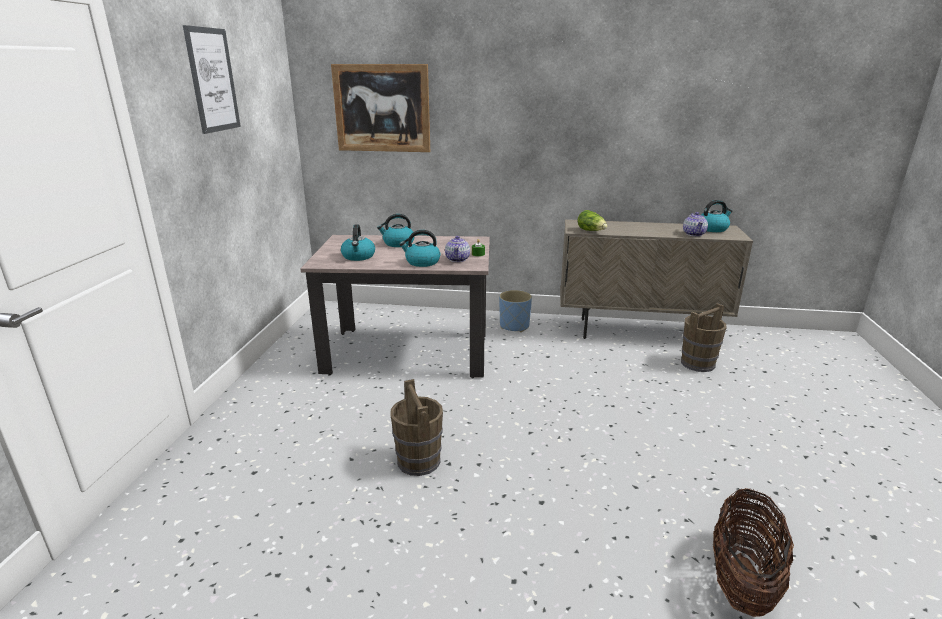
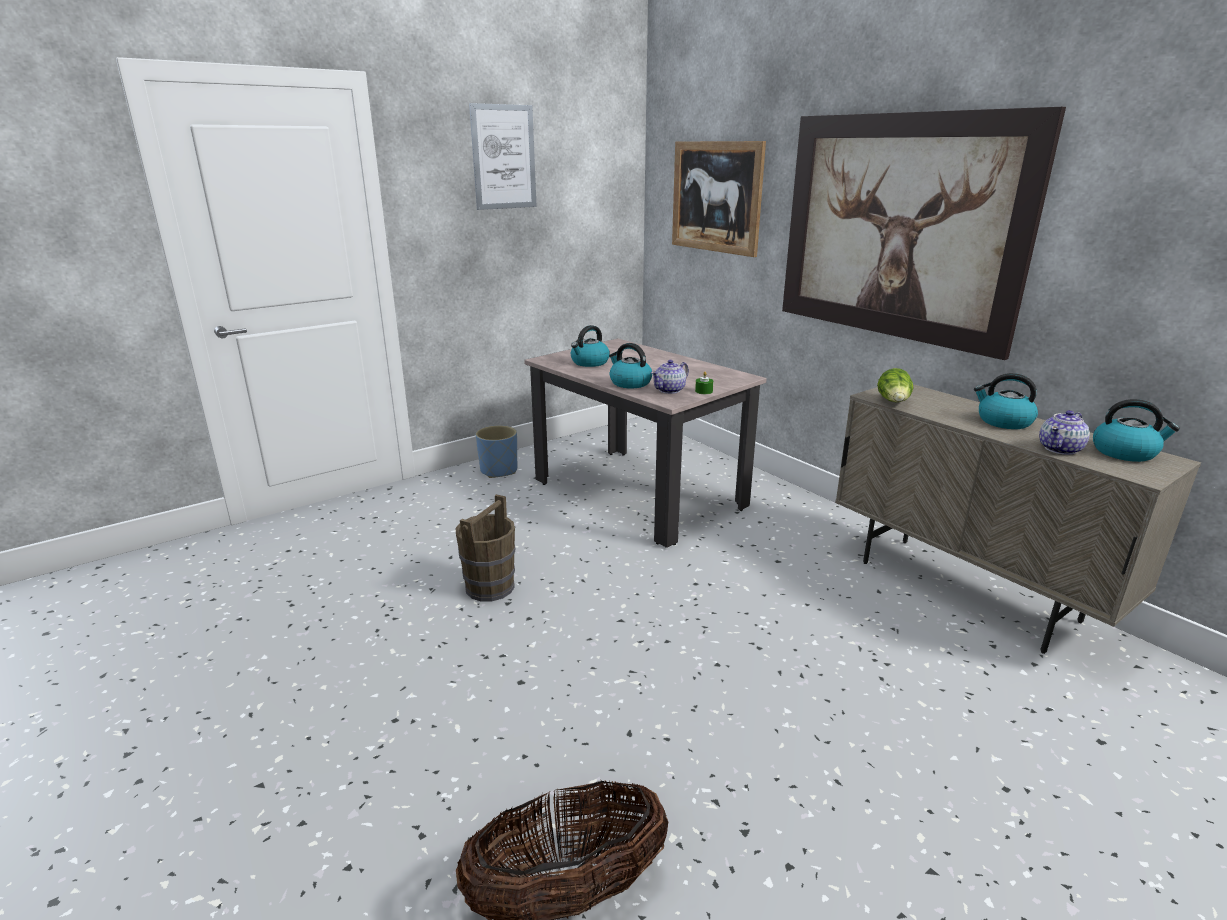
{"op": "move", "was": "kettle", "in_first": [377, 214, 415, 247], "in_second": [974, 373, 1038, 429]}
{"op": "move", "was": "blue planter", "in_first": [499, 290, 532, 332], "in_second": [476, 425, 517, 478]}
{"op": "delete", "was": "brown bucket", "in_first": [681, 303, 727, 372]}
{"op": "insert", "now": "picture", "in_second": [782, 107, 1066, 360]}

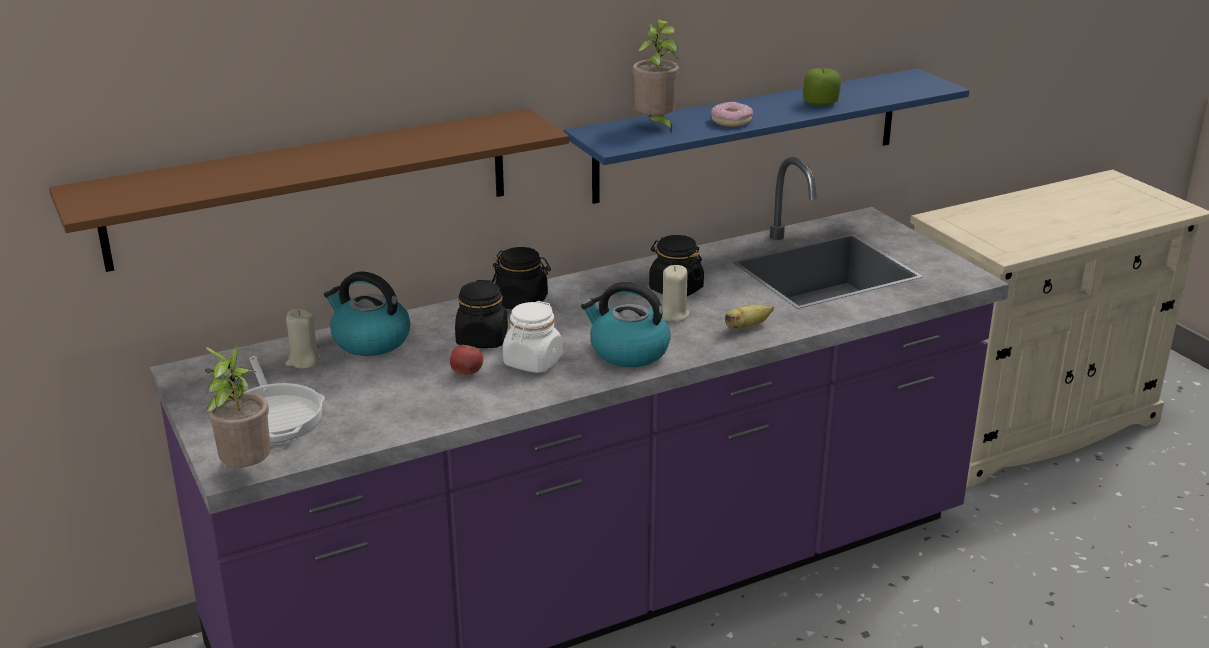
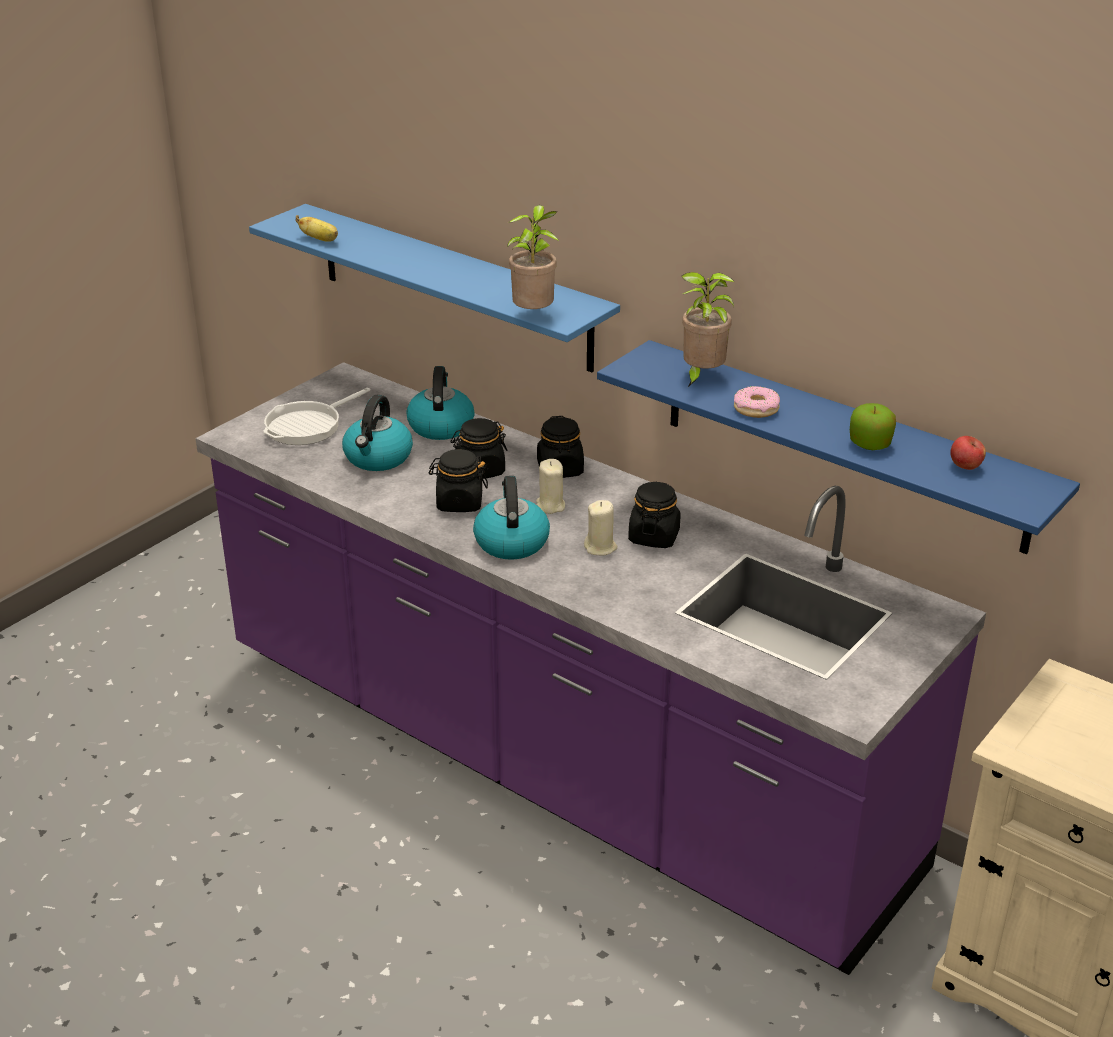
{"op": "recolor", "was": "brown shelf", "now": "blue shelf", "in_first": [49, 108, 569, 272], "in_second": [249, 204, 620, 372]}
{"op": "move", "was": "potted plant", "in_first": [205, 342, 271, 467], "in_second": [507, 205, 559, 309]}
{"op": "move", "was": "beige candle", "in_first": [286, 308, 322, 369], "in_second": [536, 459, 565, 514]}
{"op": "move", "was": "apple", "in_first": [450, 345, 483, 375], "in_second": [950, 436, 986, 470]}
{"op": "recolor", "was": "white jar", "now": "black jar", "in_first": [503, 301, 563, 373], "in_second": [429, 449, 488, 512]}
{"op": "move", "was": "banana", "in_first": [725, 305, 774, 330], "in_second": [295, 215, 338, 242]}
{"op": "insert", "now": "kettle", "in_second": [342, 395, 413, 471]}

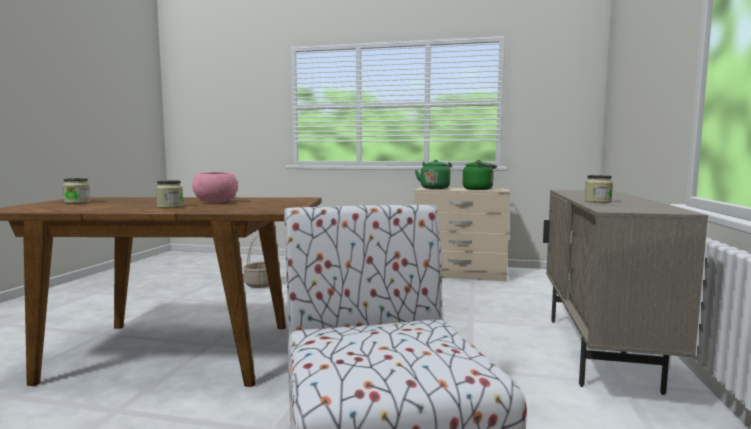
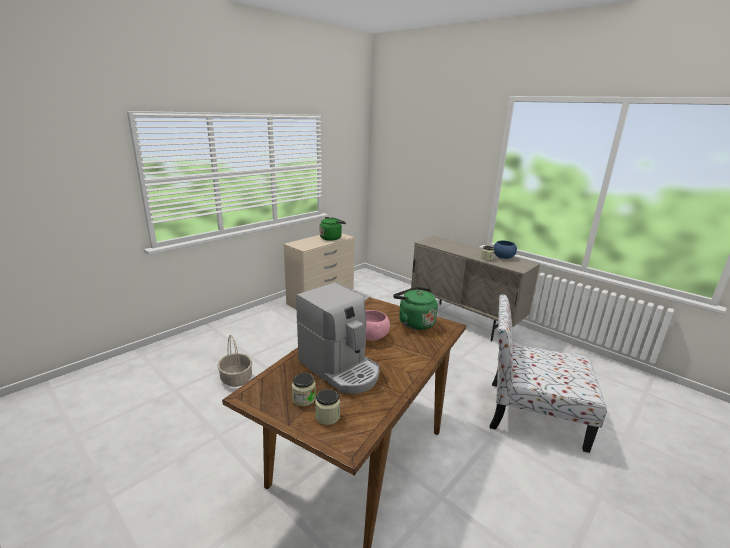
{"op": "move", "was": "jar", "in_first": [156, 180, 183, 208], "in_second": [315, 389, 340, 425]}
{"op": "move", "was": "green kettle", "in_first": [415, 160, 452, 189], "in_second": [393, 287, 438, 330]}
{"op": "insert", "now": "coffee machine", "in_second": [296, 282, 379, 394]}
{"op": "insert", "now": "blue bowl", "in_second": [494, 240, 517, 259]}

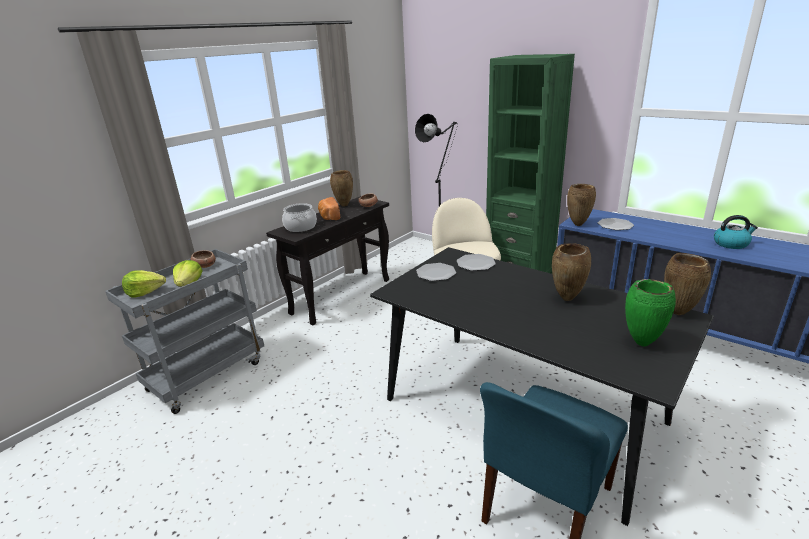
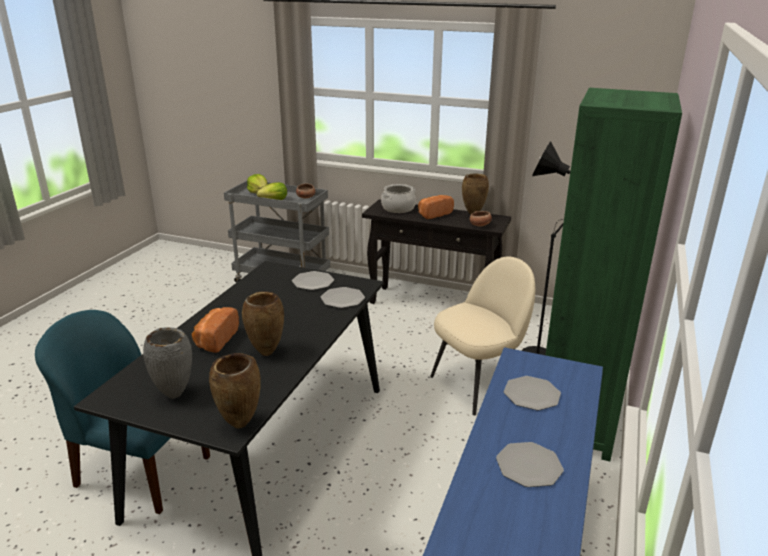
{"op": "delete", "was": "brown vase", "in_first": [567, 184, 596, 226]}
{"op": "recolor", "was": "green vase", "now": "grey vase", "in_first": [625, 279, 676, 346], "in_second": [143, 327, 192, 399]}
{"op": "delete", "was": "kettle", "in_first": [714, 215, 758, 249]}
{"op": "insert", "now": "bread", "in_second": [192, 307, 239, 353]}
{"op": "insert", "now": "plate", "in_second": [496, 442, 564, 487]}

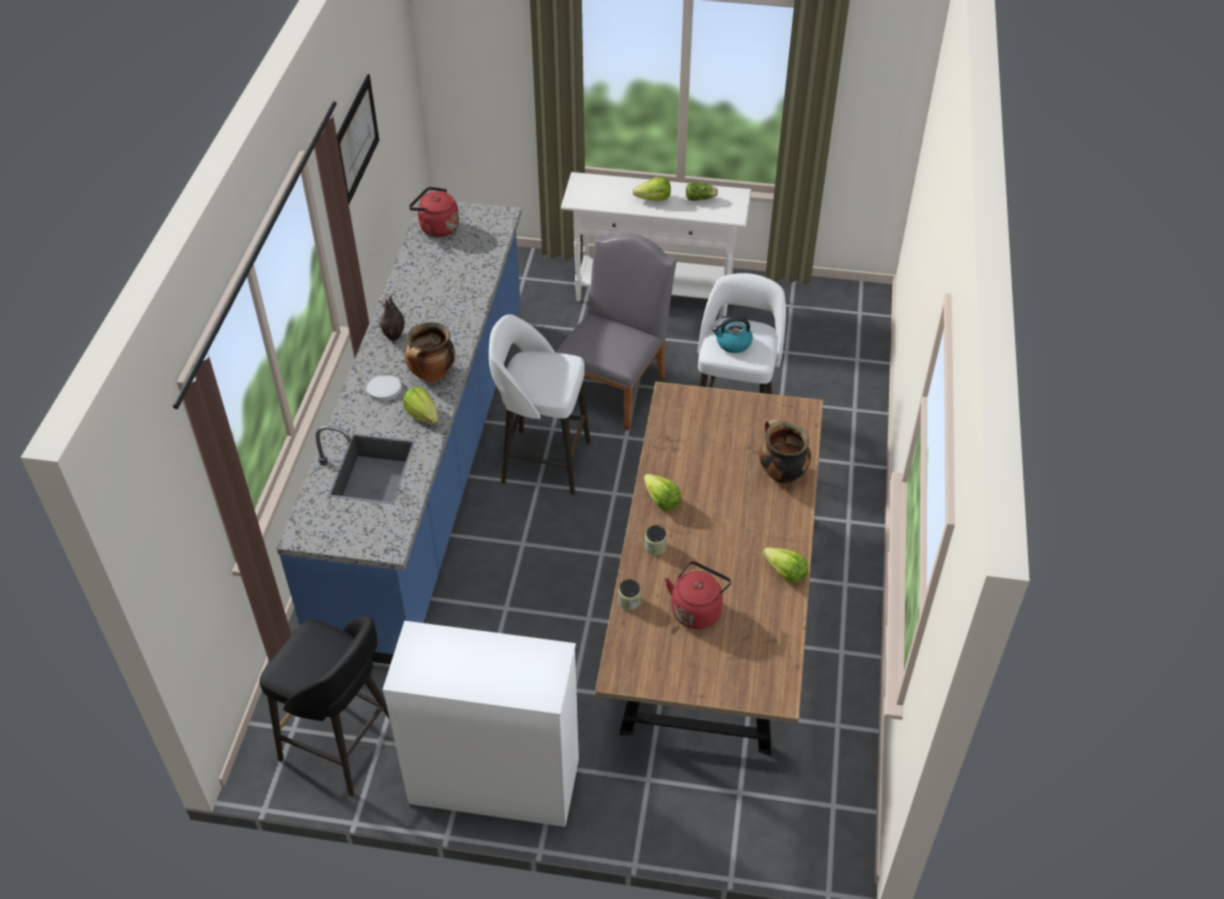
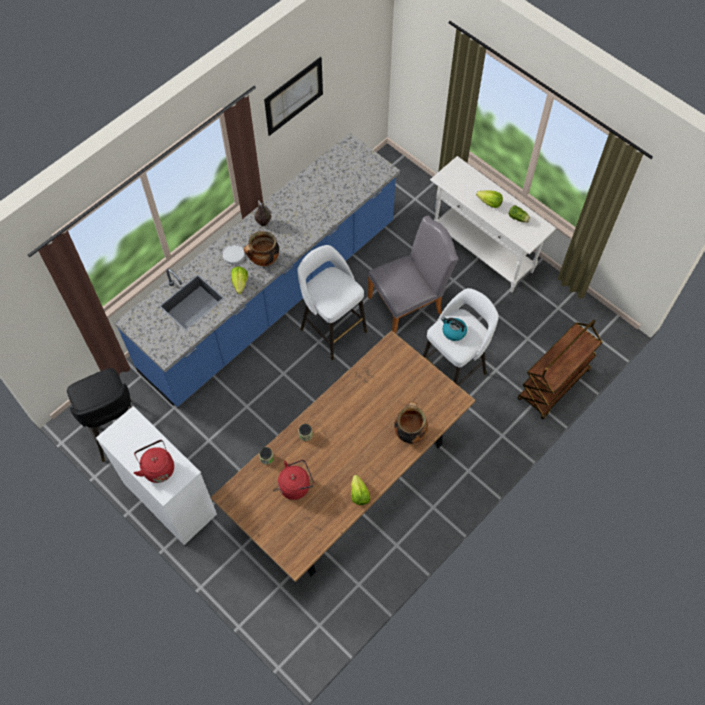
{"op": "move", "was": "red kettle", "in_first": [409, 187, 459, 237], "in_second": [134, 440, 174, 483]}
{"op": "delete", "was": "lettuce", "in_first": [644, 474, 681, 511]}
{"op": "insert", "now": "brown cart", "in_second": [517, 320, 603, 419]}

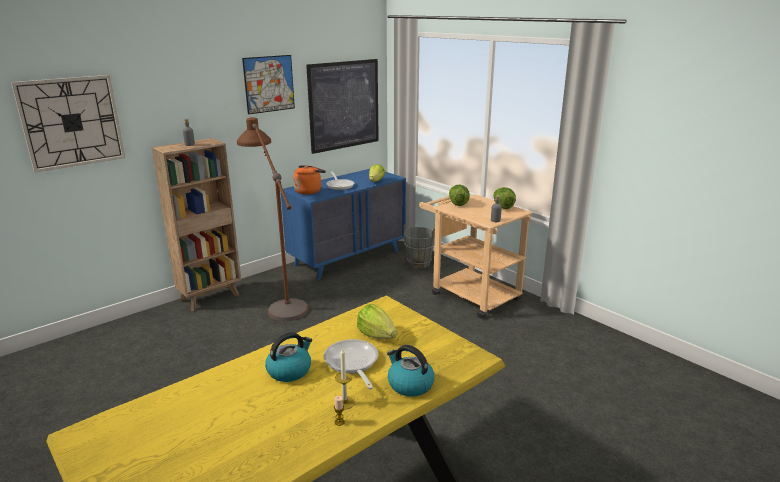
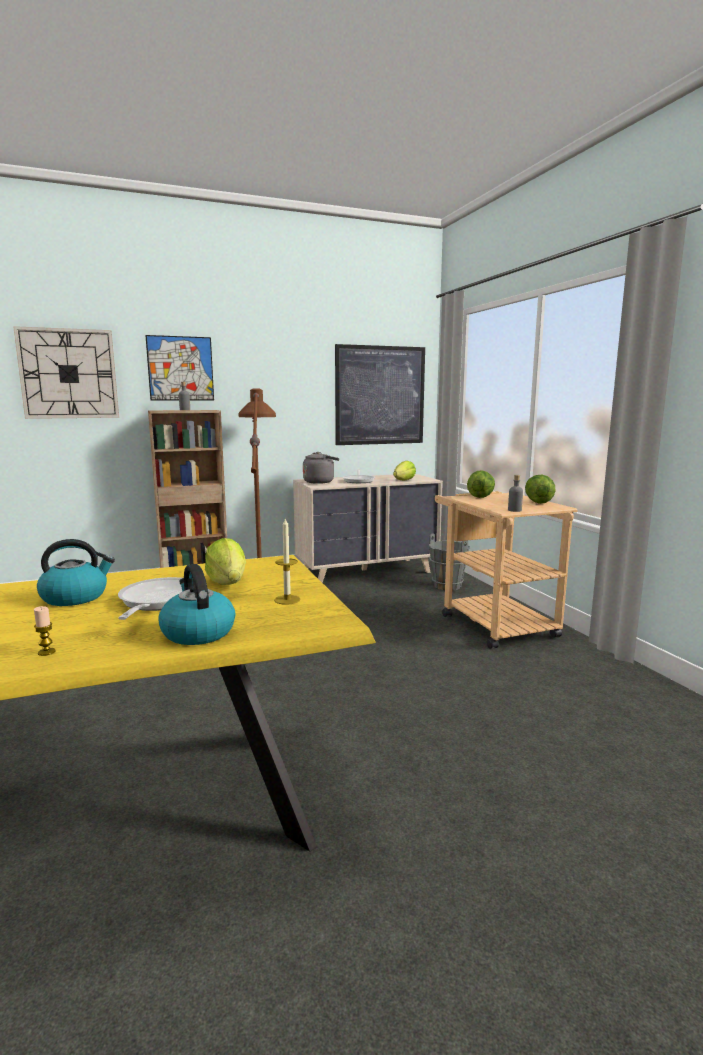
{"op": "move", "was": "picture", "in_first": [242, 55, 295, 115], "in_second": [145, 335, 214, 400]}
{"op": "recolor", "was": "blue dresser", "now": "beige dresser", "in_first": [281, 169, 406, 280], "in_second": [293, 474, 443, 582]}
{"op": "recolor", "was": "orange kettle", "now": "grey kettle", "in_first": [293, 165, 326, 195], "in_second": [303, 452, 339, 484]}
{"op": "move", "was": "candle", "in_first": [335, 348, 355, 410], "in_second": [274, 519, 301, 605]}

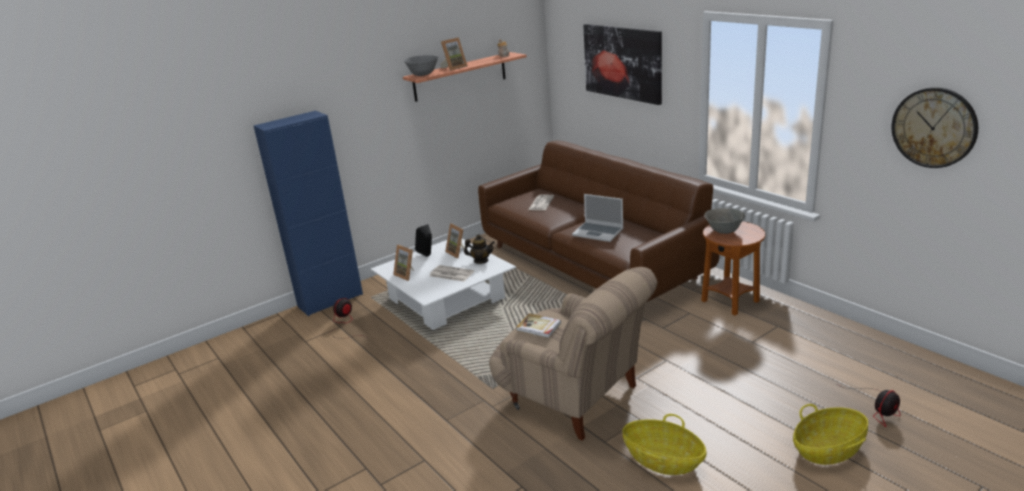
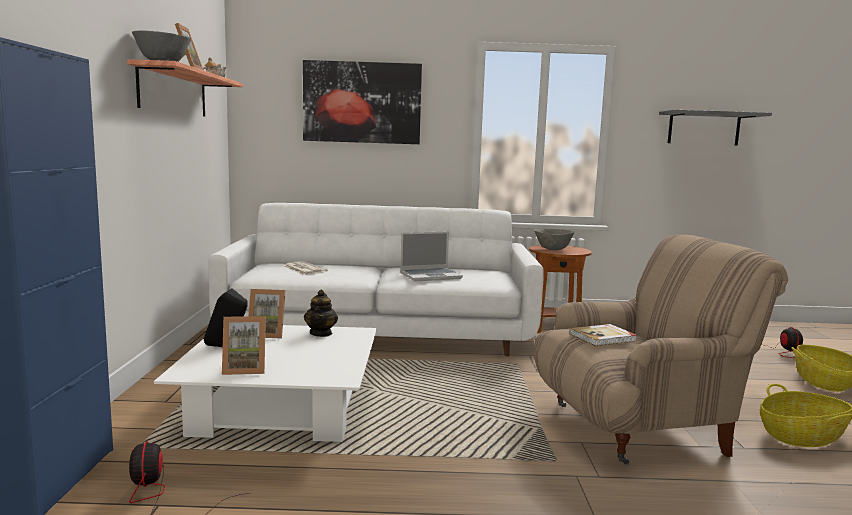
{"op": "delete", "was": "newspaper", "in_first": [430, 265, 474, 282]}
{"op": "rotate", "was": "teapot", "in_first": [464, 234, 495, 264], "in_second": [304, 290, 338, 337], "clockwise": 135}
{"op": "recolor", "was": "brown sofa", "now": "white sofa", "in_first": [478, 141, 720, 302], "in_second": [208, 203, 544, 356]}
{"op": "replace", "was": "wall clock", "now": "grey shelf", "in_first": [892, 87, 978, 168], "in_second": [659, 110, 772, 146]}

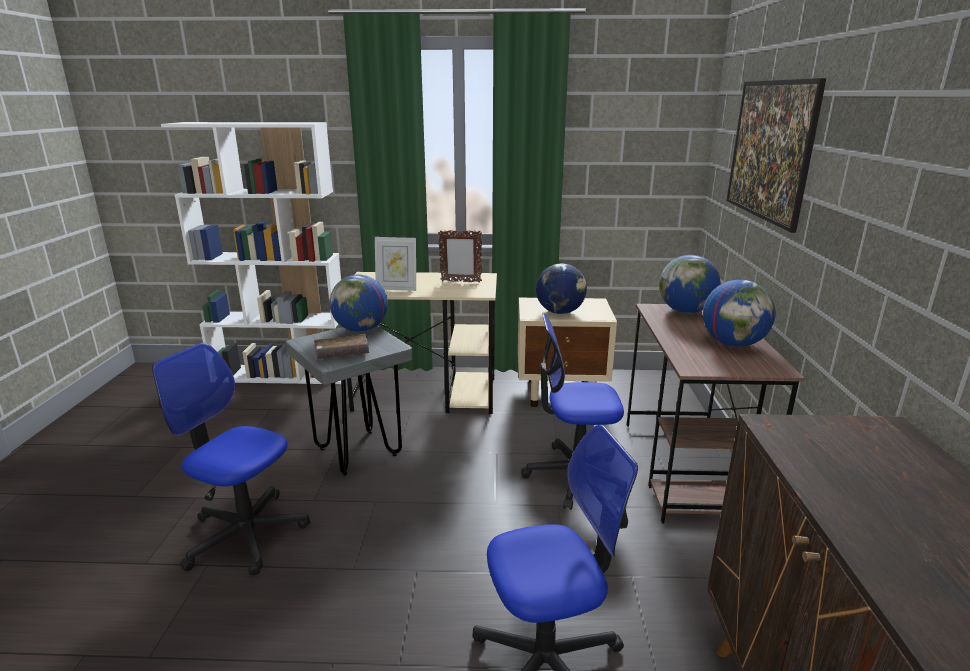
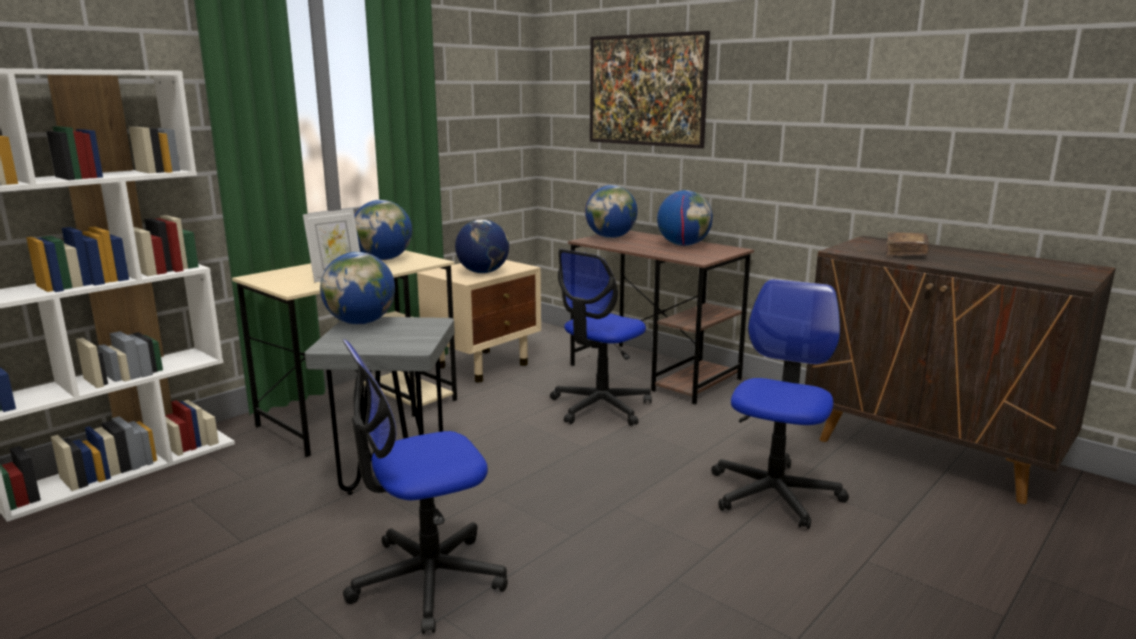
{"op": "move", "was": "brown book", "in_first": [314, 334, 370, 359], "in_second": [886, 232, 929, 257]}
{"op": "replace", "was": "picture frame", "now": "globe", "in_first": [438, 230, 482, 283], "in_second": [354, 200, 412, 260]}

